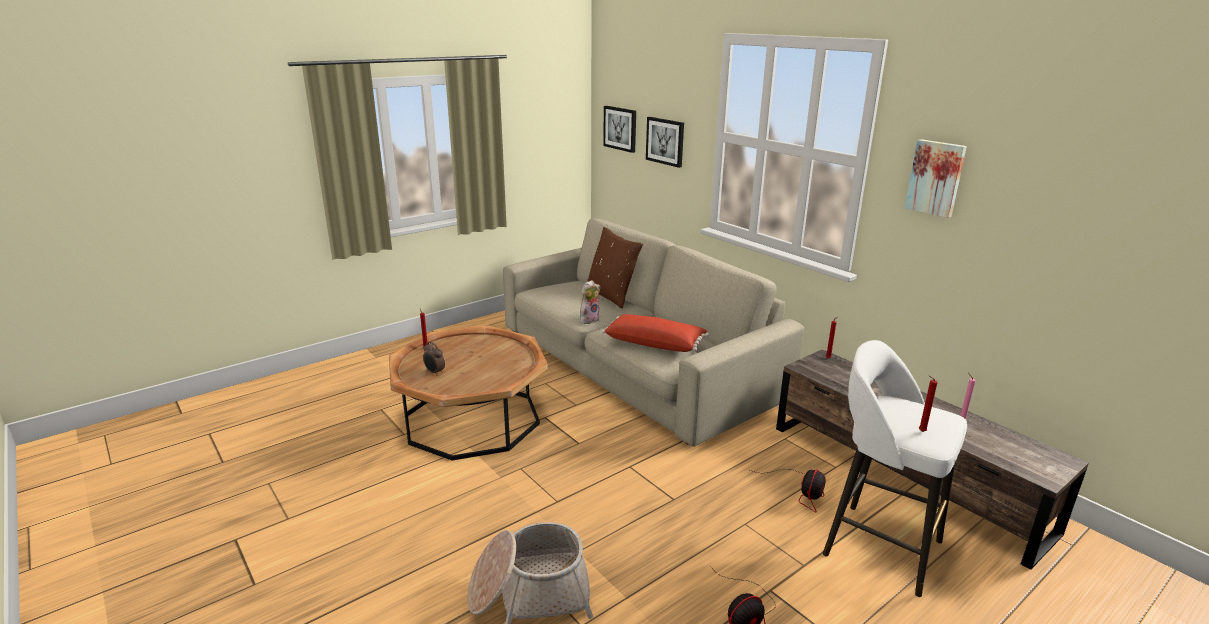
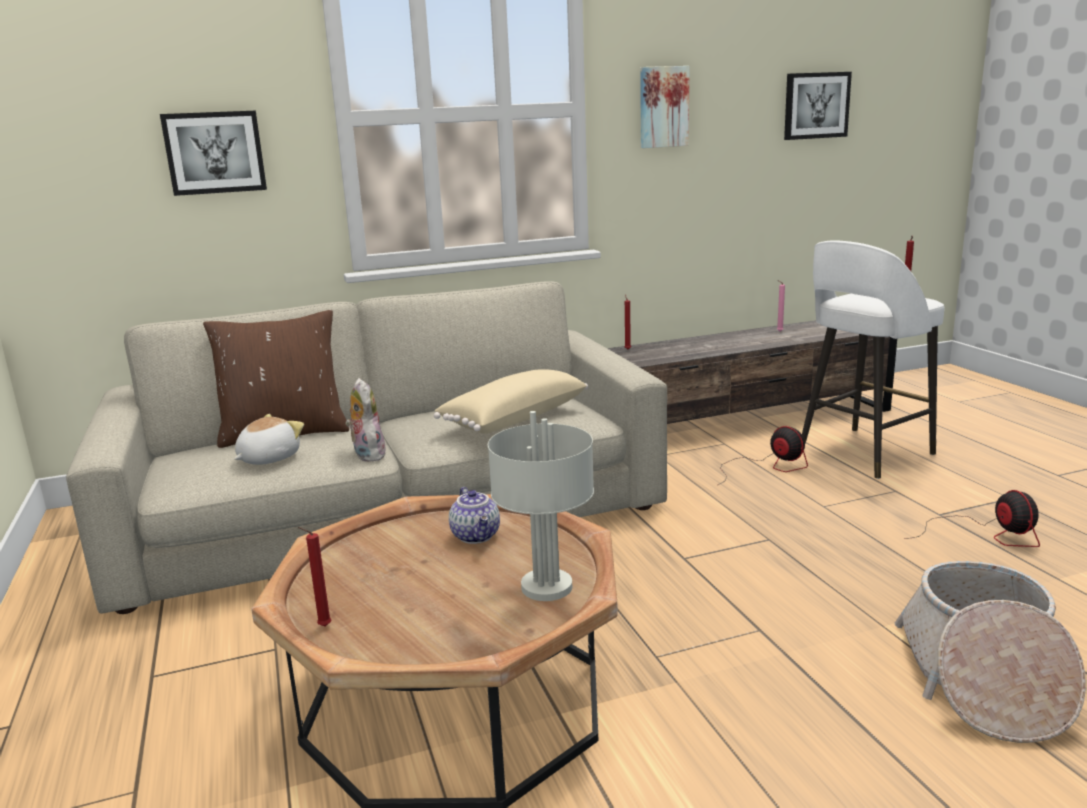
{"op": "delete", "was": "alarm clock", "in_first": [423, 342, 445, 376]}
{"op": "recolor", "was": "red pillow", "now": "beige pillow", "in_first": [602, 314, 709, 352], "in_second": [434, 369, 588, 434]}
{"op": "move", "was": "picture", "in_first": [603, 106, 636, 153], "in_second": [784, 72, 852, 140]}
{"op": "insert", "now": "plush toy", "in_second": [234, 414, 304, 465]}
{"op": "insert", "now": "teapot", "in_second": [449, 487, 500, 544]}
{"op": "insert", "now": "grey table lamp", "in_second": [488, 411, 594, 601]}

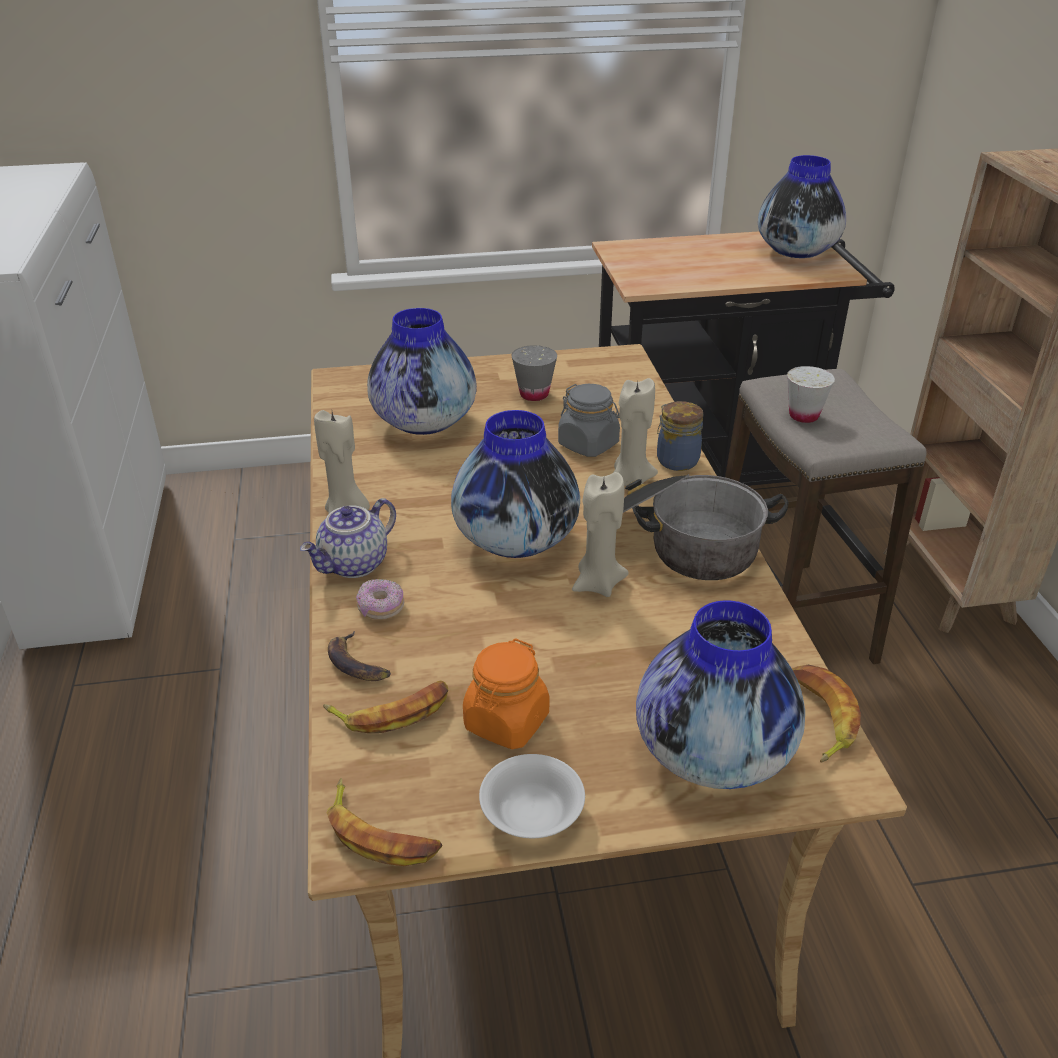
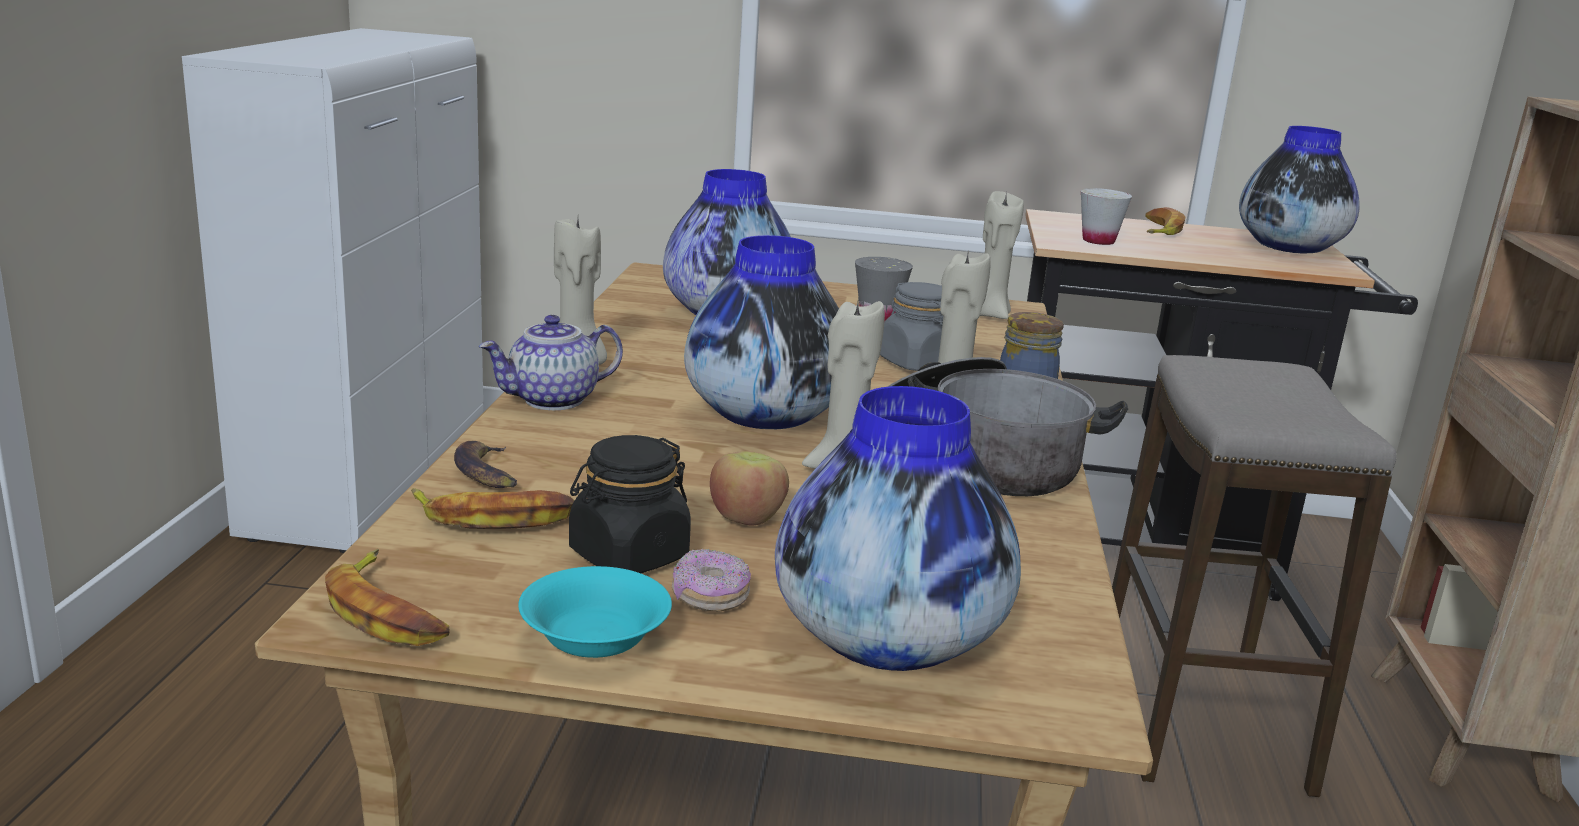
{"op": "move", "was": "donut", "in_first": [356, 579, 404, 619], "in_second": [672, 549, 751, 612]}
{"op": "recolor", "was": "orange jar", "now": "black jar", "in_first": [463, 639, 549, 749], "in_second": [569, 435, 691, 573]}
{"op": "recolor", "was": "white bowl", "now": "turquoise bowl", "in_first": [479, 754, 585, 838], "in_second": [518, 566, 672, 658]}
{"op": "move", "was": "white cup", "in_first": [787, 366, 835, 423], "in_second": [1081, 188, 1132, 245]}
{"op": "move", "was": "banana", "in_first": [792, 665, 861, 763], "in_second": [1145, 207, 1185, 235]}
{"op": "insert", "now": "apple", "in_second": [710, 451, 789, 525]}
{"op": "insert", "now": "beige candle", "in_second": [980, 191, 1024, 319]}

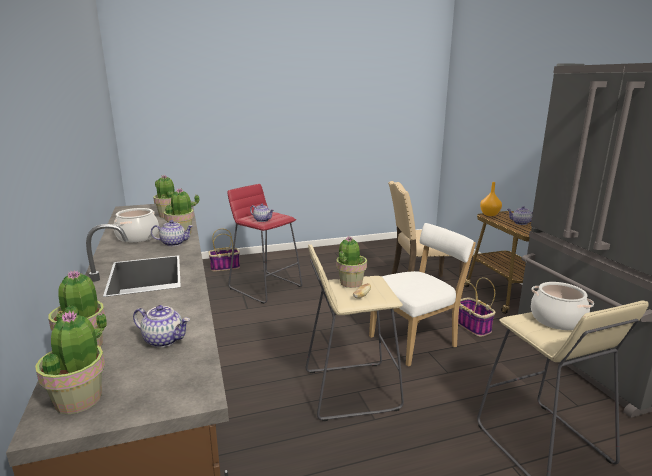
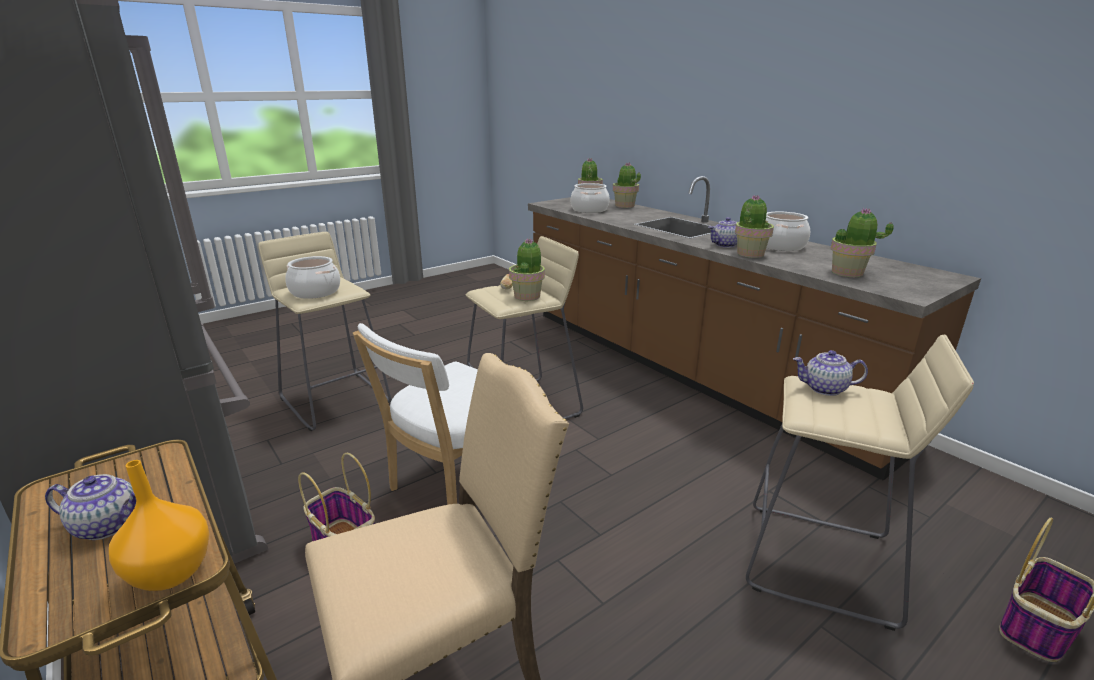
{"op": "replace", "was": "teapot", "now": "cooking pot", "in_first": [133, 305, 190, 348], "in_second": [571, 183, 610, 213]}
{"op": "recolor", "was": "red stool", "now": "beige stool", "in_first": [227, 184, 302, 304], "in_second": [746, 335, 974, 631]}

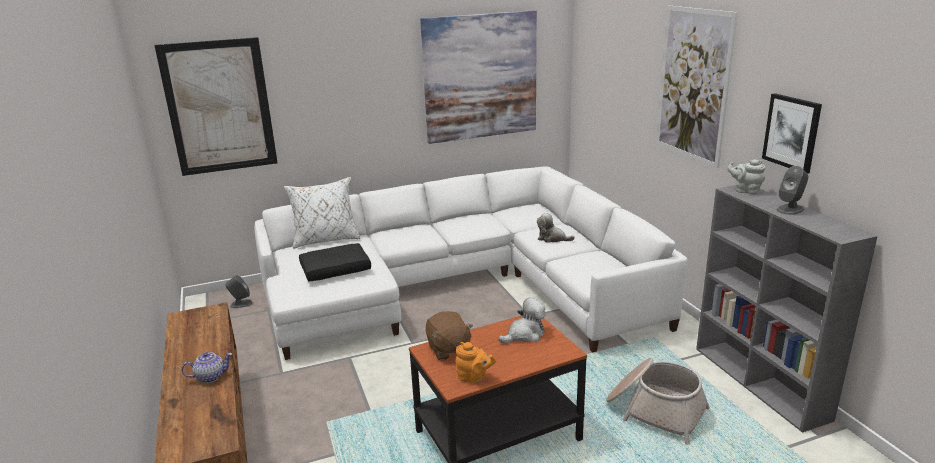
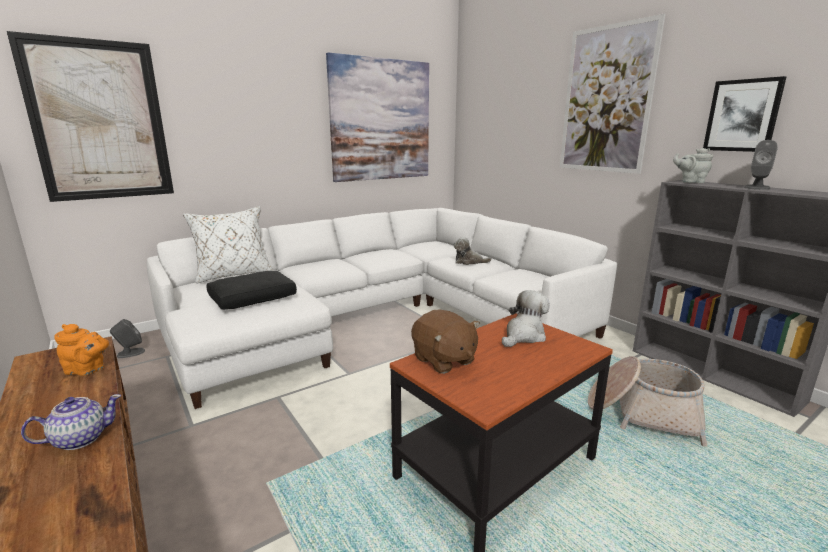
{"op": "move", "was": "orange teapot", "in_first": [455, 342, 496, 384], "in_second": [54, 324, 109, 376]}

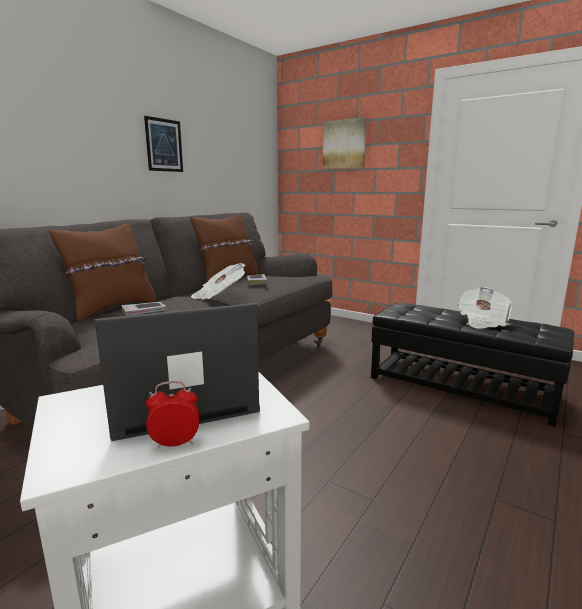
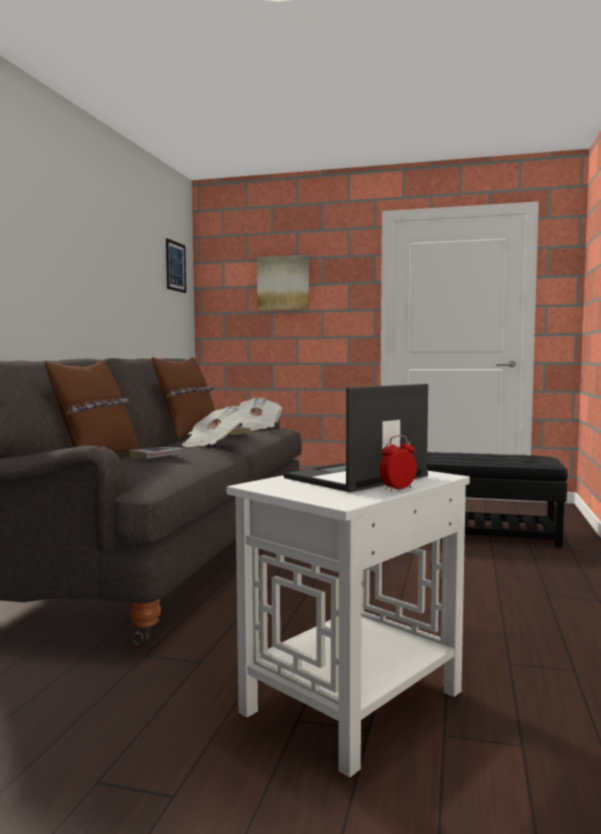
{"op": "move", "was": "picture", "in_first": [144, 116, 183, 172], "in_second": [166, 238, 186, 293]}
{"op": "move", "was": "newspaper", "in_first": [457, 287, 513, 329], "in_second": [239, 398, 282, 431]}

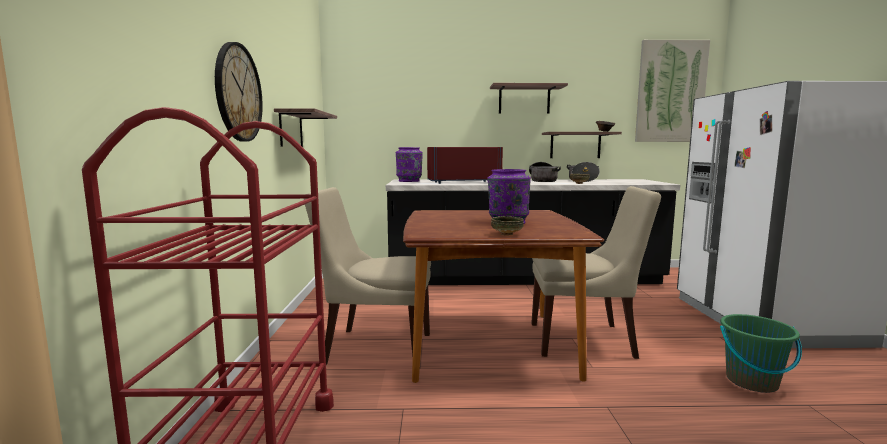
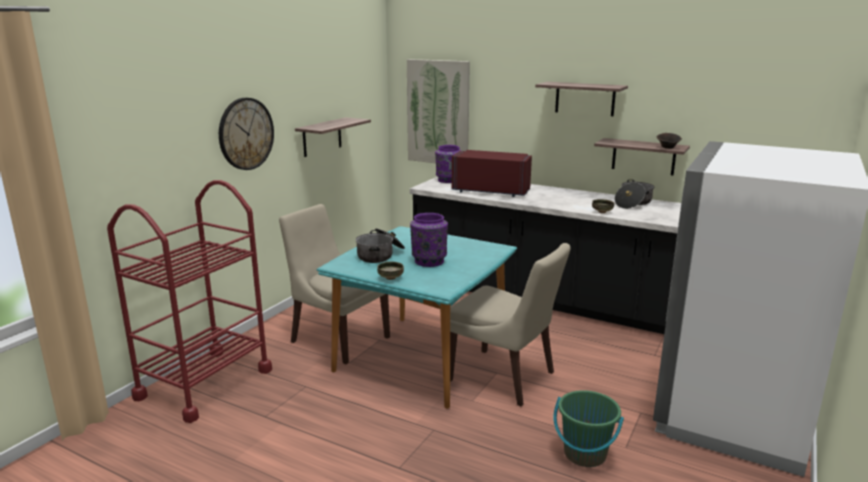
{"op": "recolor", "was": "brown dining table", "now": "turquoise dining table", "in_first": [403, 210, 604, 383], "in_second": [317, 226, 517, 409]}
{"op": "move", "was": "cooking pot", "in_first": [529, 162, 561, 182], "in_second": [355, 228, 405, 263]}
{"op": "move", "was": "picture", "in_first": [635, 40, 710, 142], "in_second": [407, 59, 470, 163]}

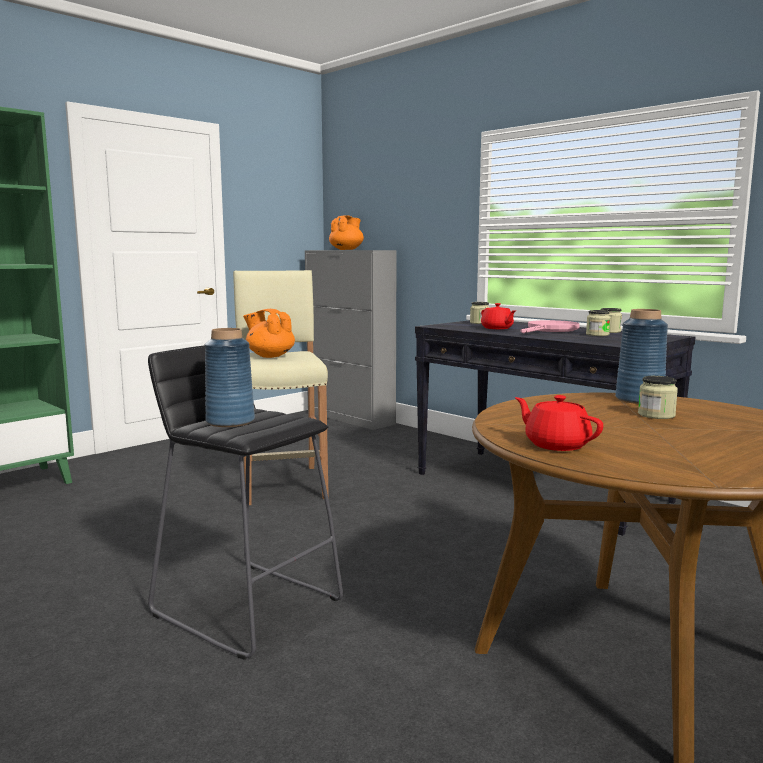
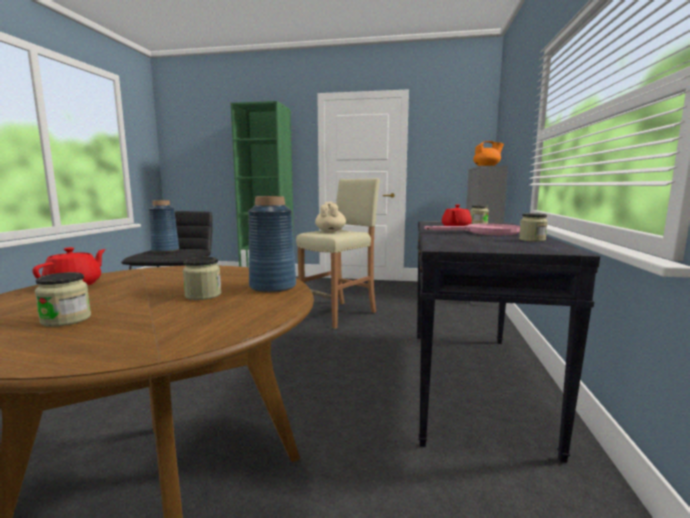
{"op": "recolor", "was": "orange teapot", "now": "beige teapot", "in_first": [243, 309, 295, 358], "in_second": [315, 202, 346, 232]}
{"op": "move", "was": "jar", "in_first": [586, 310, 611, 336], "in_second": [35, 272, 91, 327]}

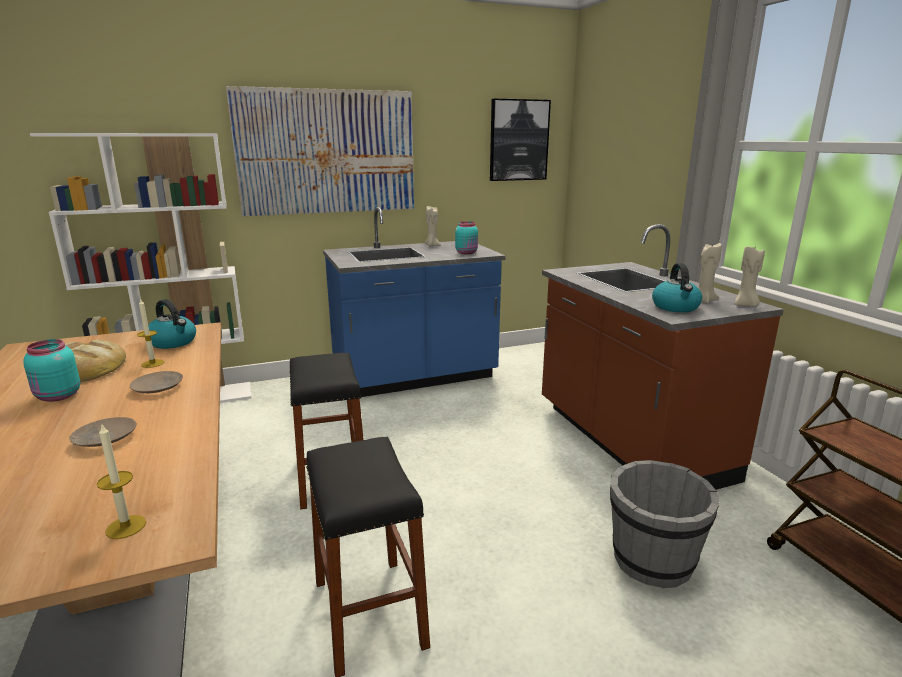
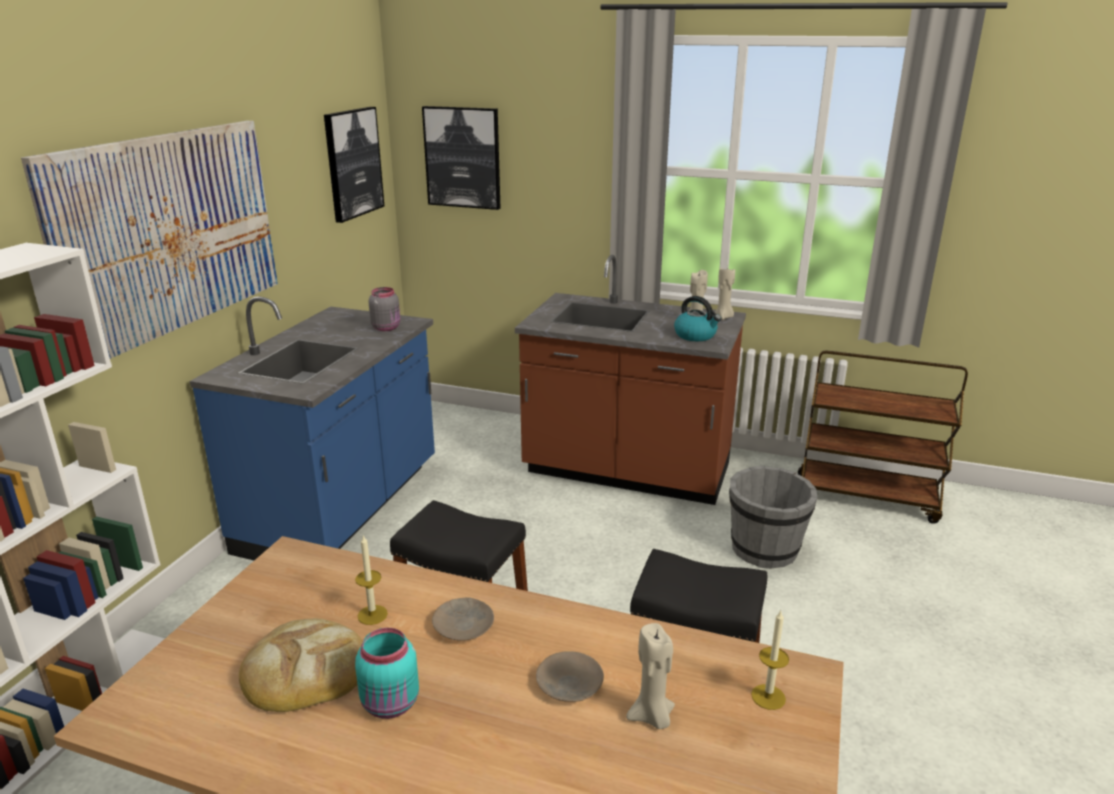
{"op": "delete", "was": "kettle", "in_first": [148, 299, 196, 349]}
{"op": "move", "was": "beige candle", "in_first": [425, 206, 441, 246], "in_second": [626, 623, 675, 729]}
{"op": "recolor", "was": "turquoise jar", "now": "grey jar", "in_first": [455, 221, 478, 254], "in_second": [369, 287, 400, 331]}
{"op": "insert", "now": "picture", "in_second": [422, 106, 501, 210]}

